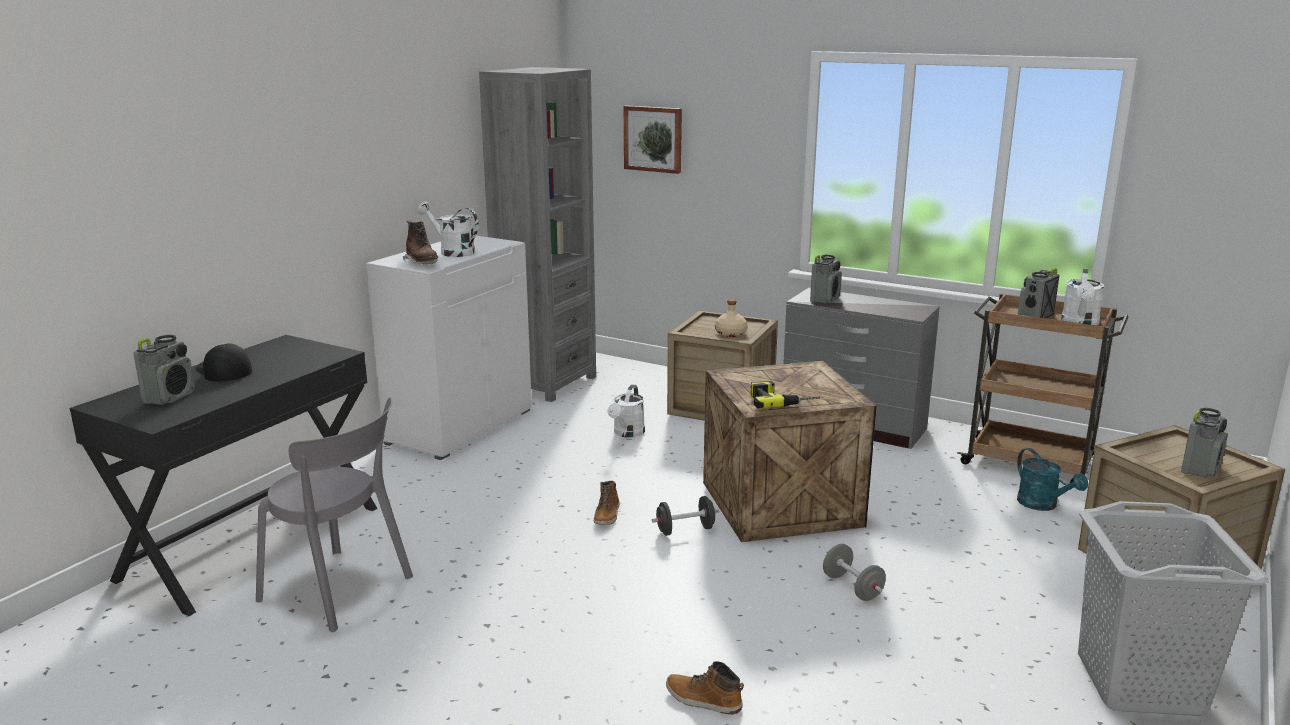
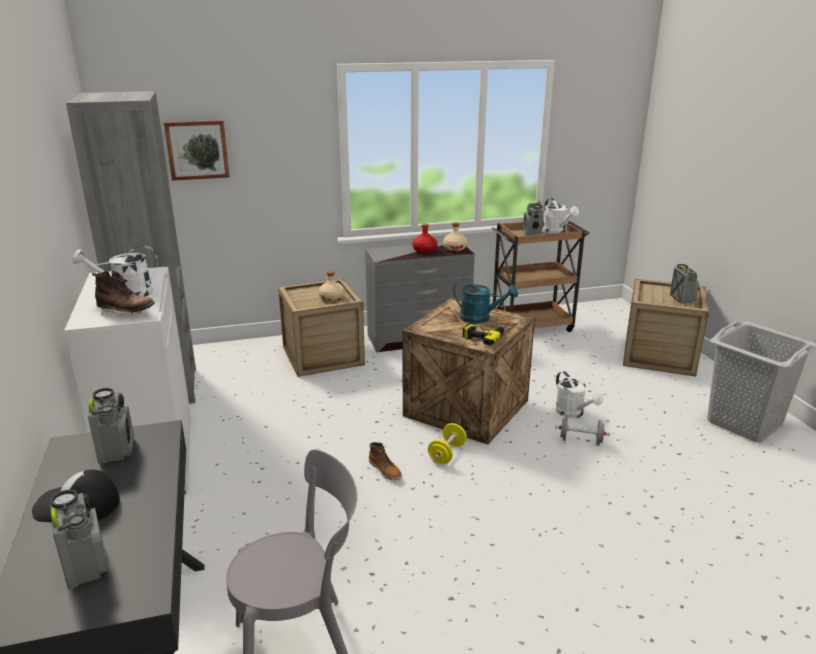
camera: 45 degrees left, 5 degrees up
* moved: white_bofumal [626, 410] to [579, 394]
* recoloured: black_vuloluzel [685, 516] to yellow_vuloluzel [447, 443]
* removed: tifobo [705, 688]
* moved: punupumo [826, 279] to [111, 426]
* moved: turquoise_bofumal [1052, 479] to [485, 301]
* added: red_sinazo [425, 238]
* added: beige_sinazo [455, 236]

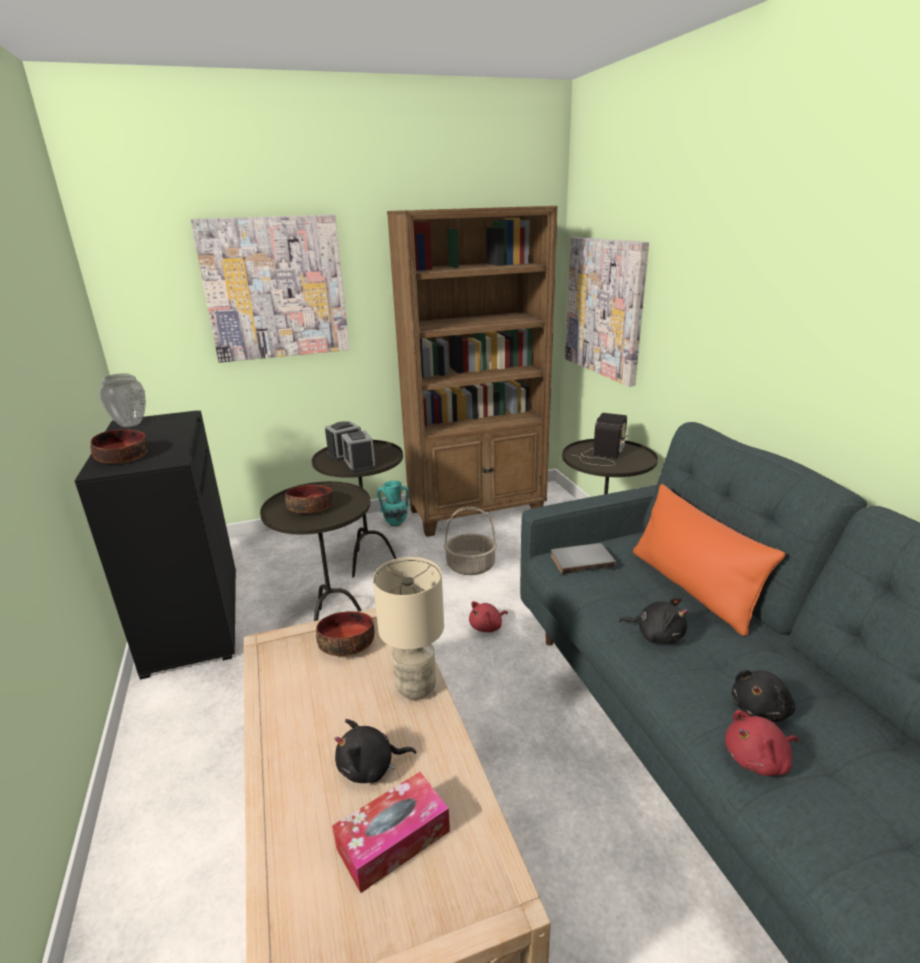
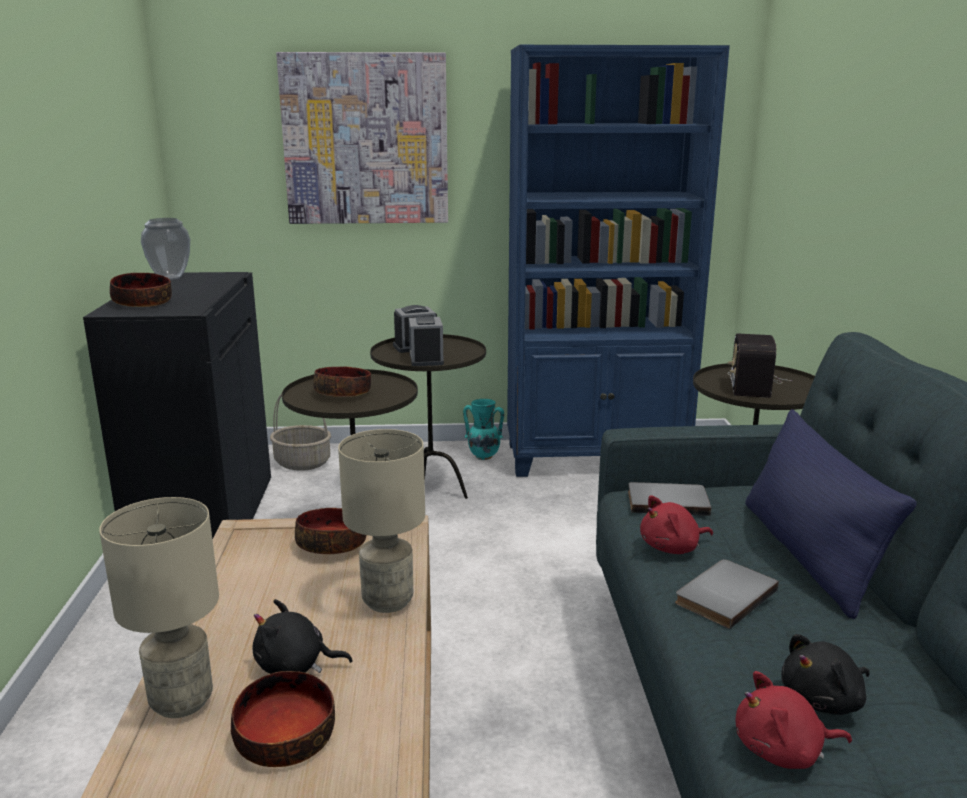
camera: 15 degrees right, 5 degrees down
* replaced: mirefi [391, 832] to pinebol [283, 719]
* recoloured: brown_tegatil [472, 371] to blue_tegatil [618, 261]
* moved: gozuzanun [470, 541] to [300, 432]
* moved: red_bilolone [488, 616] to [676, 525]
* removed: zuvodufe [607, 312]
* turned: punupumo [601, 439] = [759, 365] 150 degrees clockwise
* replaced: black_bilolone [653, 620] to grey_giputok [727, 594]
* recoloured: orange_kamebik [709, 560] to blue_kamebik [831, 514]
* added: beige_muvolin [159, 607]

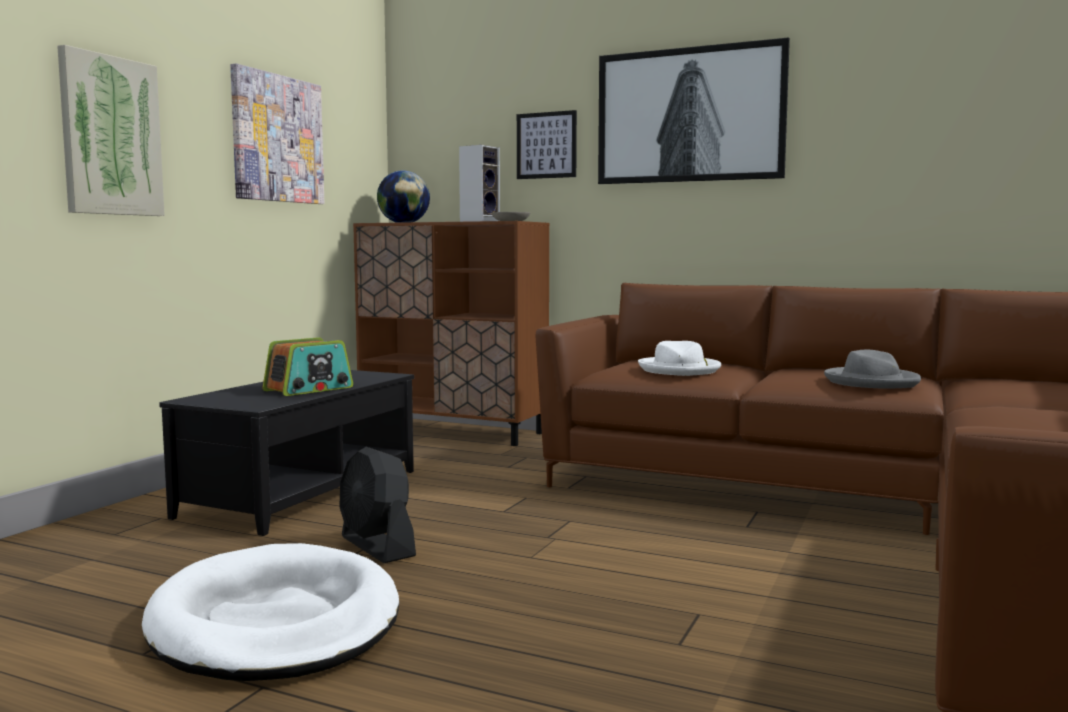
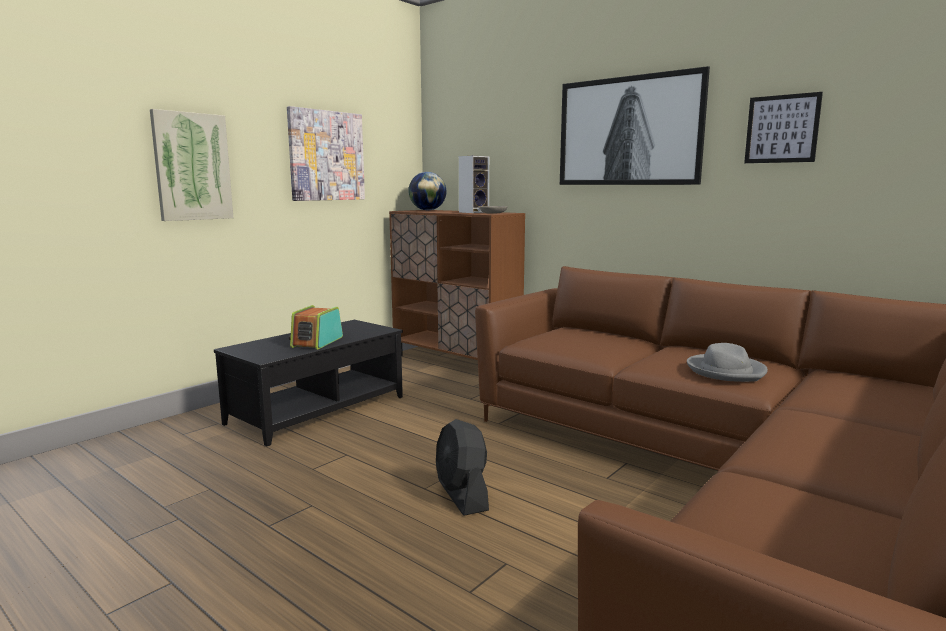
camera: 15 degrees right, 5 degrees up
* removed: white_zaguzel [270, 612]
* turned: punupumo [307, 366] = [316, 327] 135 degrees clockwise
* moved: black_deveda [377, 505] to [462, 467]
* moved: zuvodufe [547, 144] to [783, 127]
* removed: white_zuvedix [679, 358]

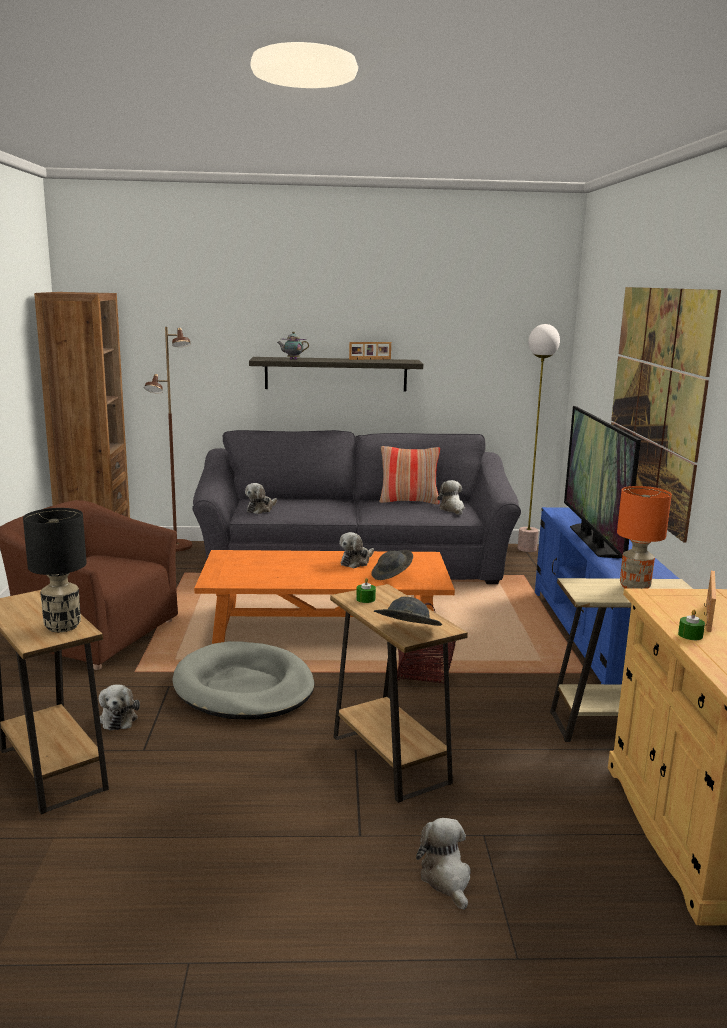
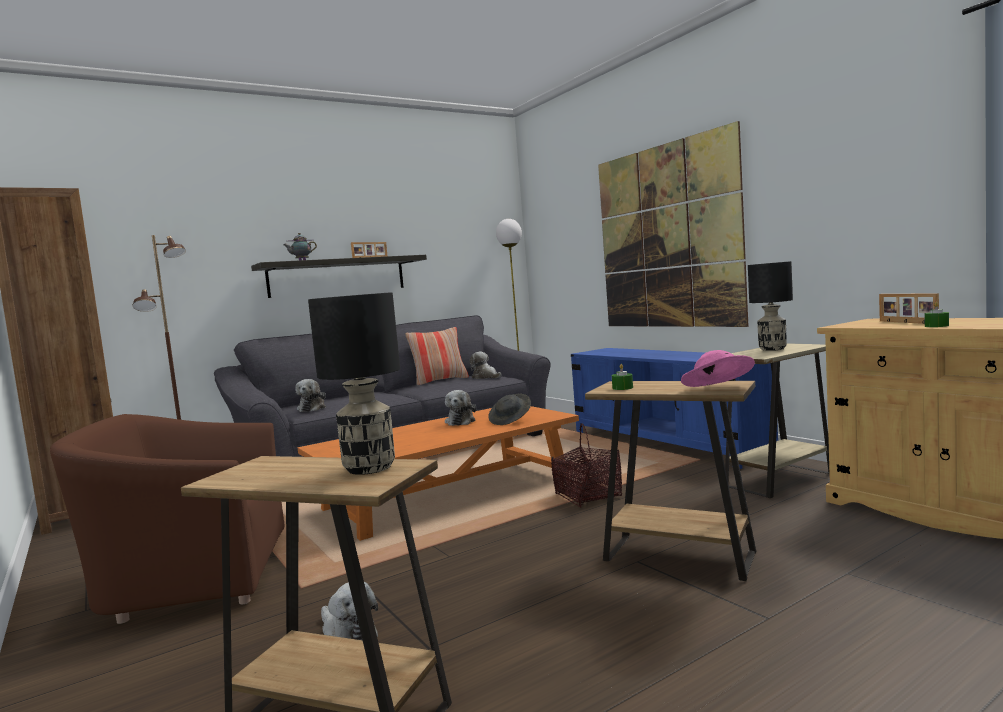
camera: 30 degrees left, 10 degrees down
* removed: grey_zaguzel [244, 680]
* recoloured: grey_zuvedix [408, 611] to pink_zuvedix [718, 368]
* removed: bilolone [443, 864]
* removed: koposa [602, 482]
* recoloured: orange_muvolin [644, 537] to black_muvolin [770, 306]

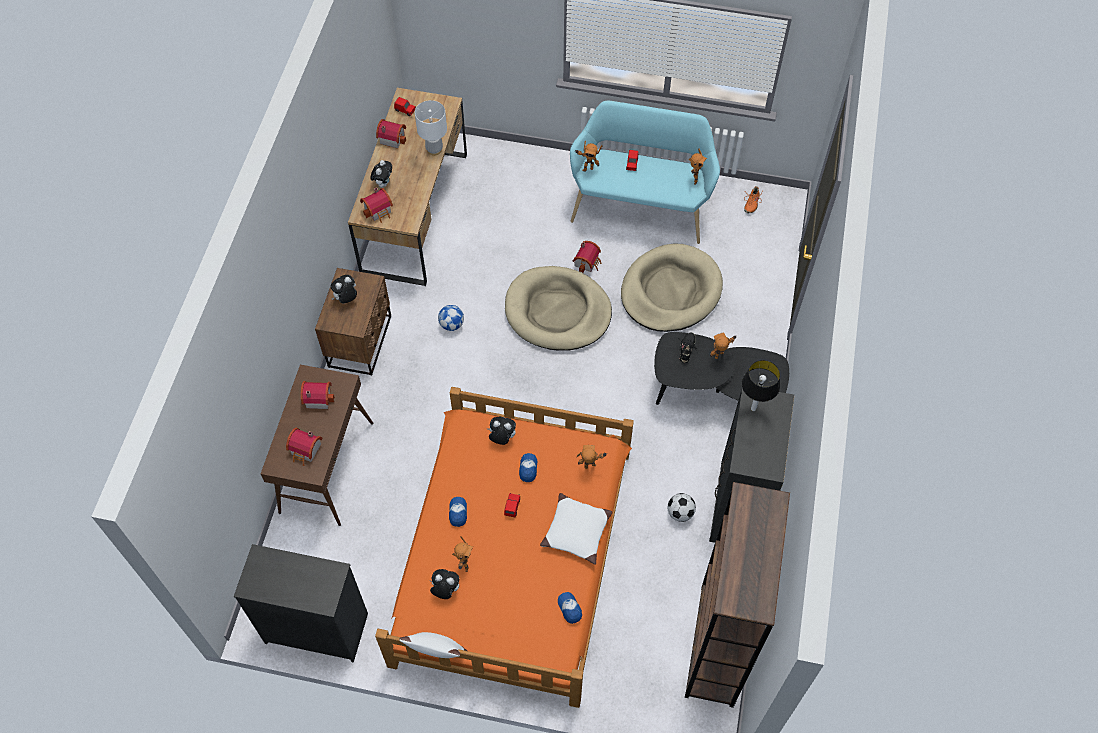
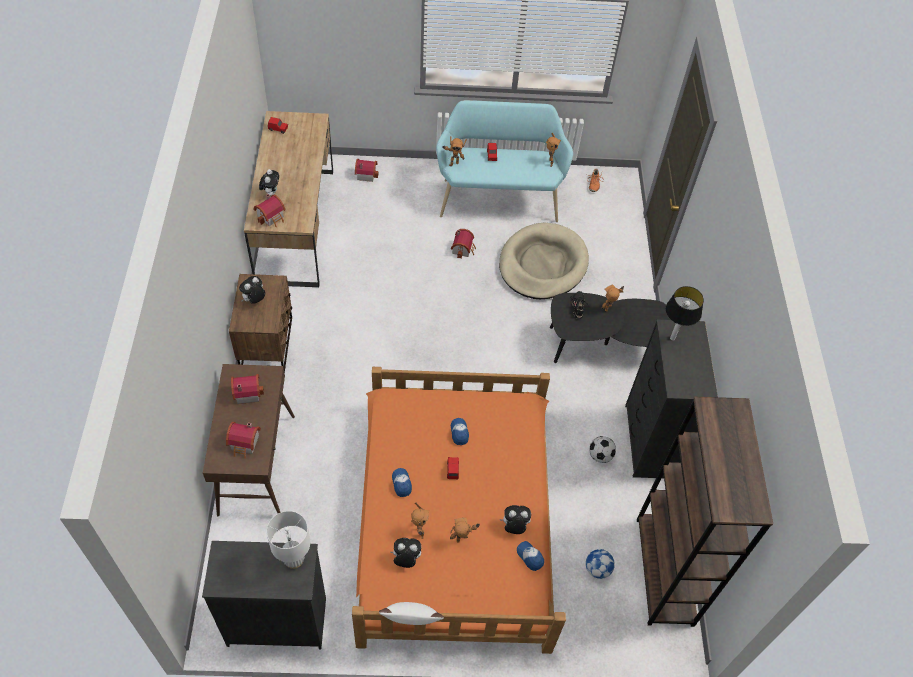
camera: 15 degrees left, 5 degrees down
* moved: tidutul [391, 133] to [366, 170]
* moved: white_muvolin [431, 128] to [288, 540]
* moved: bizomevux [451, 318] to [600, 564]
* moved: bilolone [501, 431] to [515, 519]
* removed: beige_zaguzel [558, 308]
* removed: white_kamebik [576, 529]
* moved: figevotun [591, 457] to [465, 530]

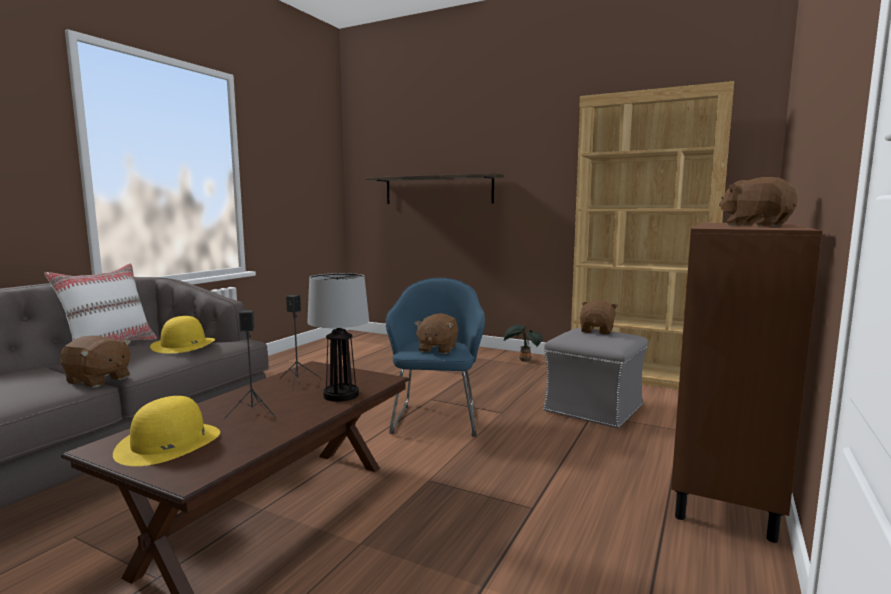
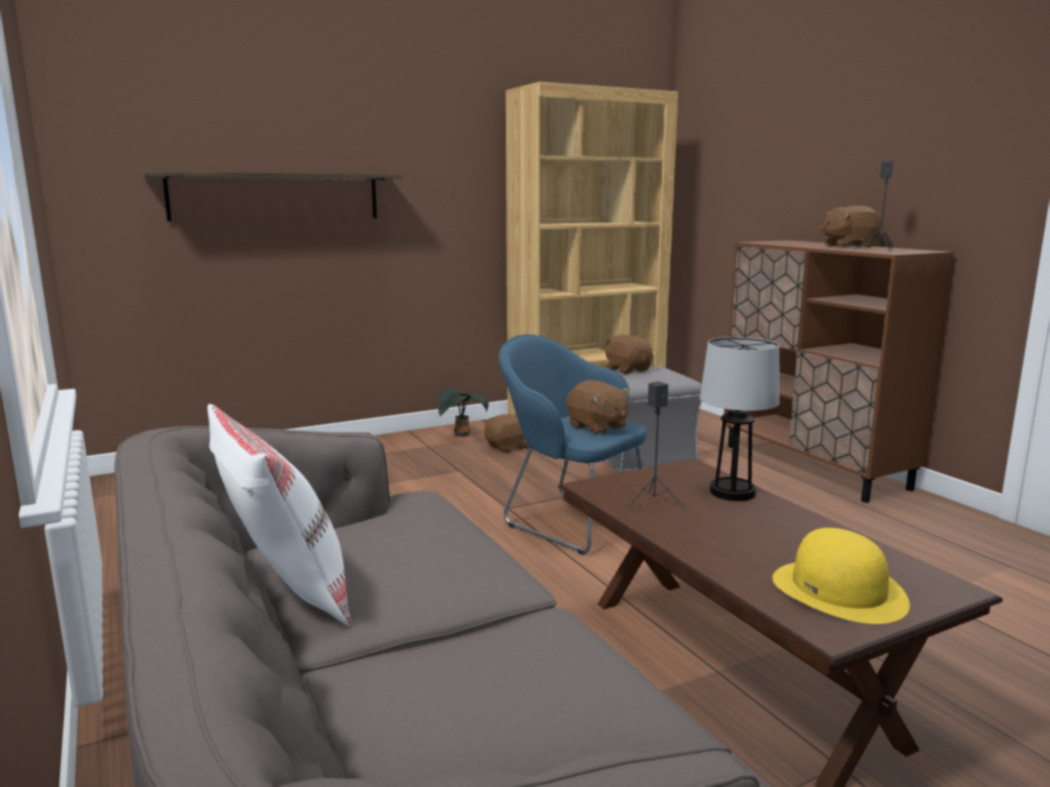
camera: 55 degrees left, 5 degrees up
* moved: brown_bilolone [95, 361] to [506, 433]
* removed: yellow_zuvedix [182, 334]
* moved: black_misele [249, 365] to [873, 206]

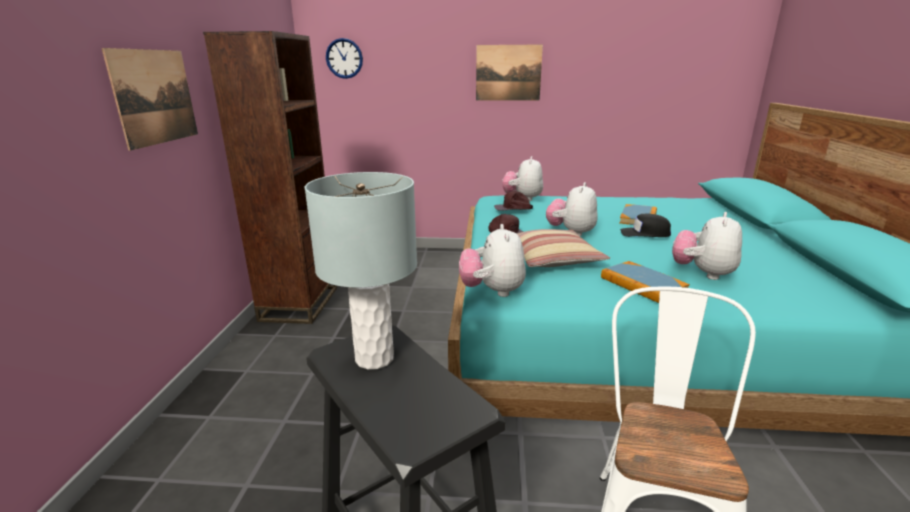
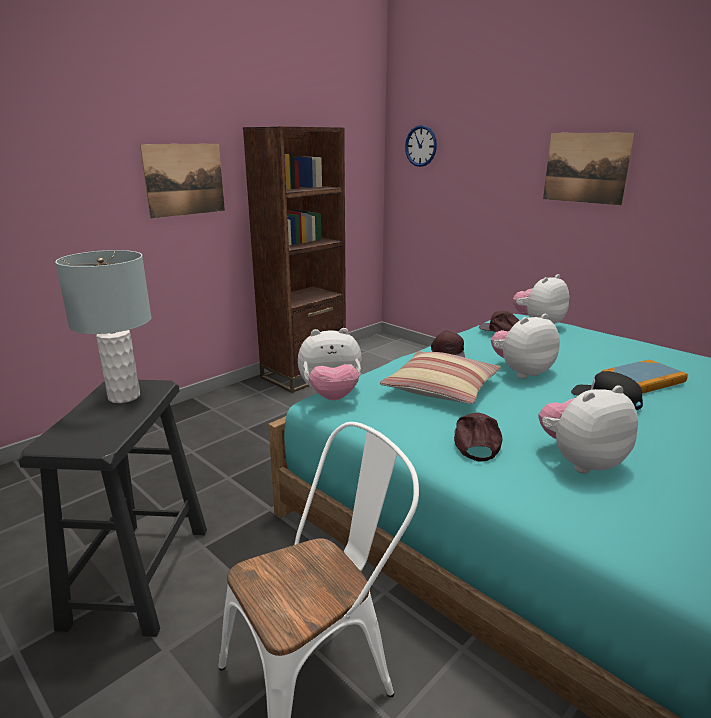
camera: 40 degrees right, 0 degrees up
* turned: bilolone [492, 260] = [330, 364] 135 degrees counterclockwise
* replaced: giputok [645, 282] to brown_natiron [478, 437]

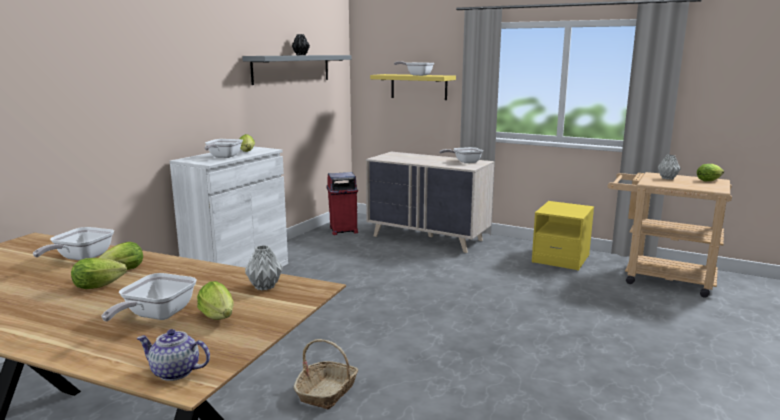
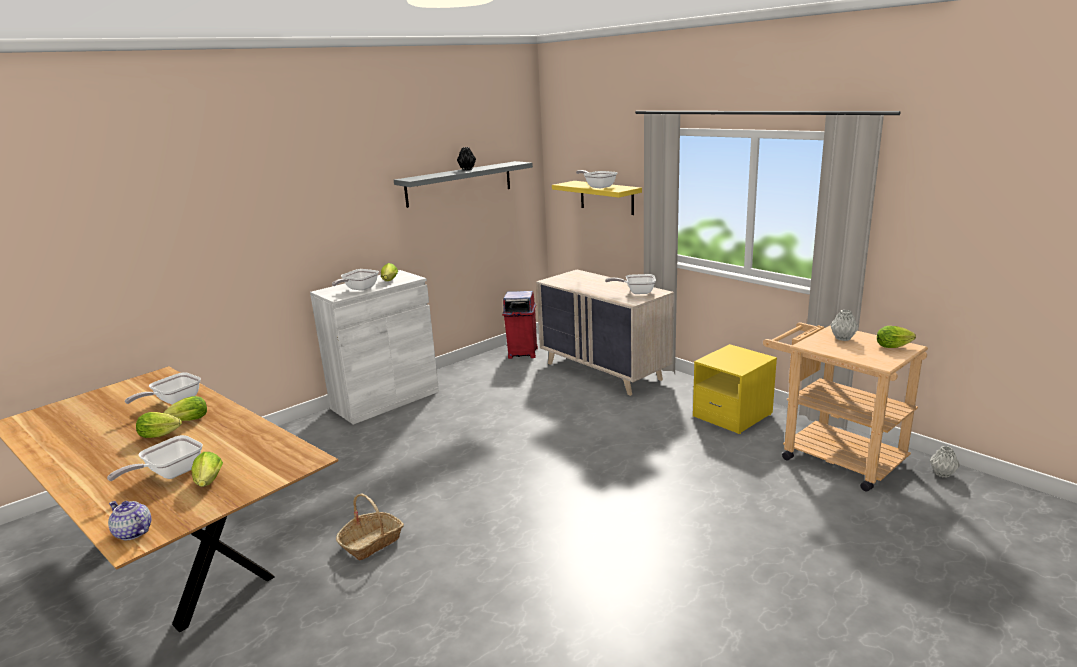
camera: 20 degrees right, 5 degrees up
* moved: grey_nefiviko [264, 267] to [945, 462]

